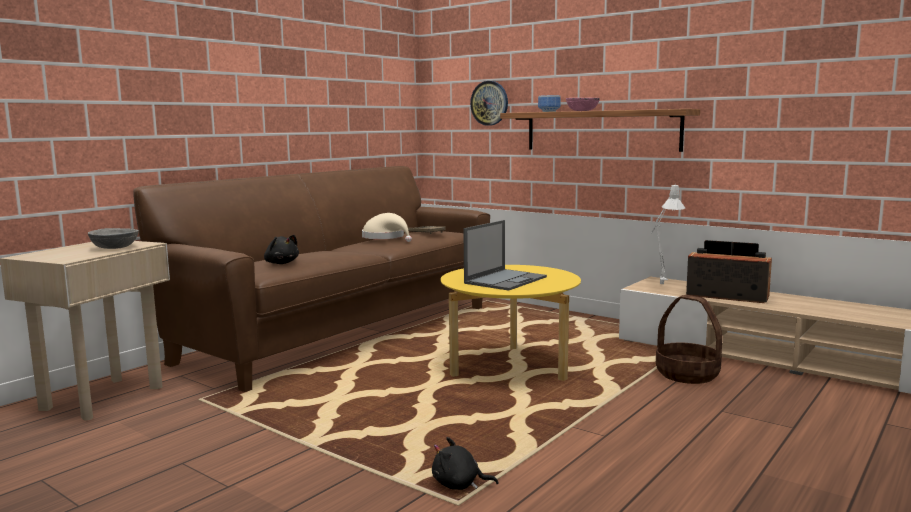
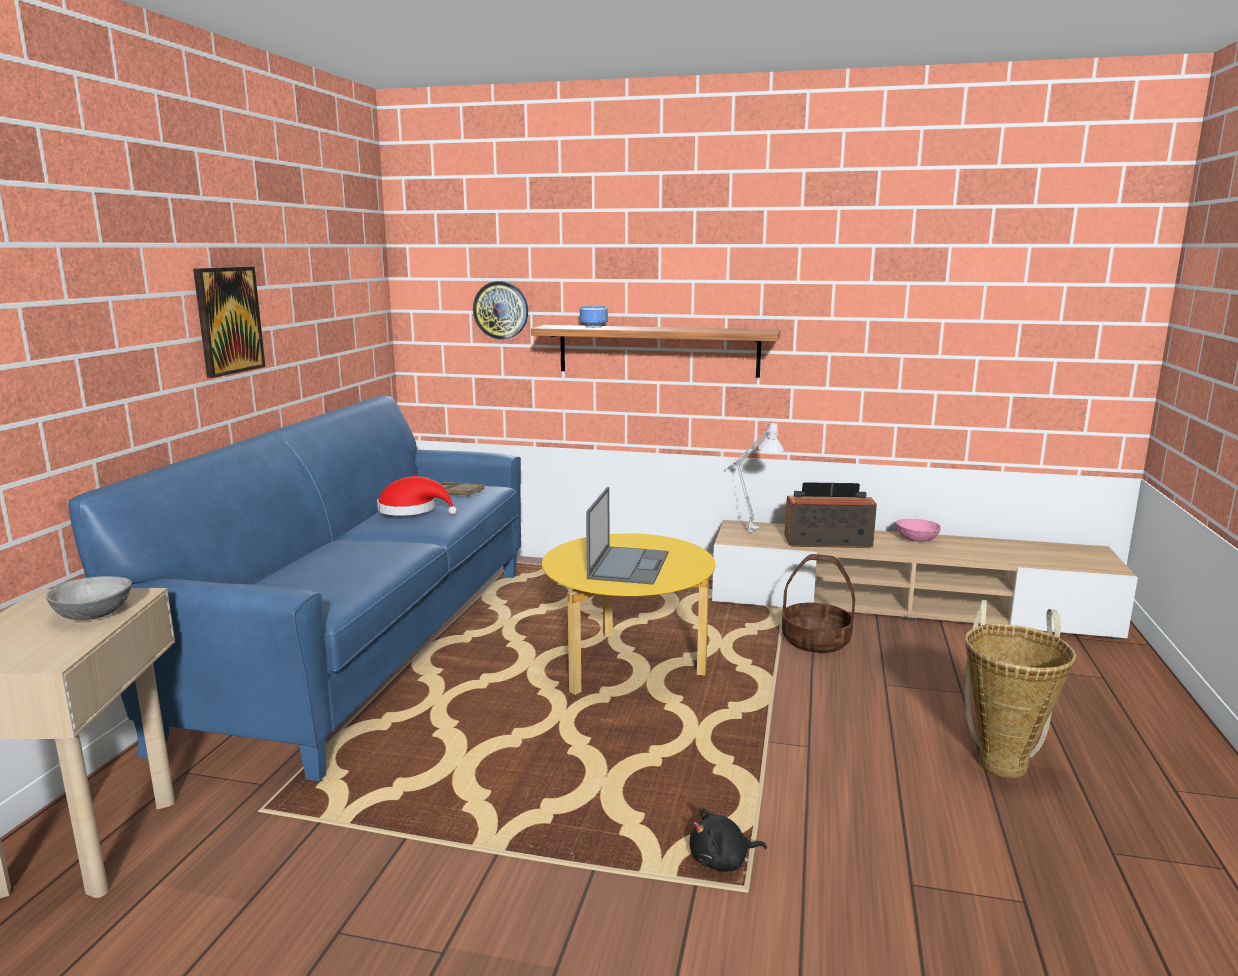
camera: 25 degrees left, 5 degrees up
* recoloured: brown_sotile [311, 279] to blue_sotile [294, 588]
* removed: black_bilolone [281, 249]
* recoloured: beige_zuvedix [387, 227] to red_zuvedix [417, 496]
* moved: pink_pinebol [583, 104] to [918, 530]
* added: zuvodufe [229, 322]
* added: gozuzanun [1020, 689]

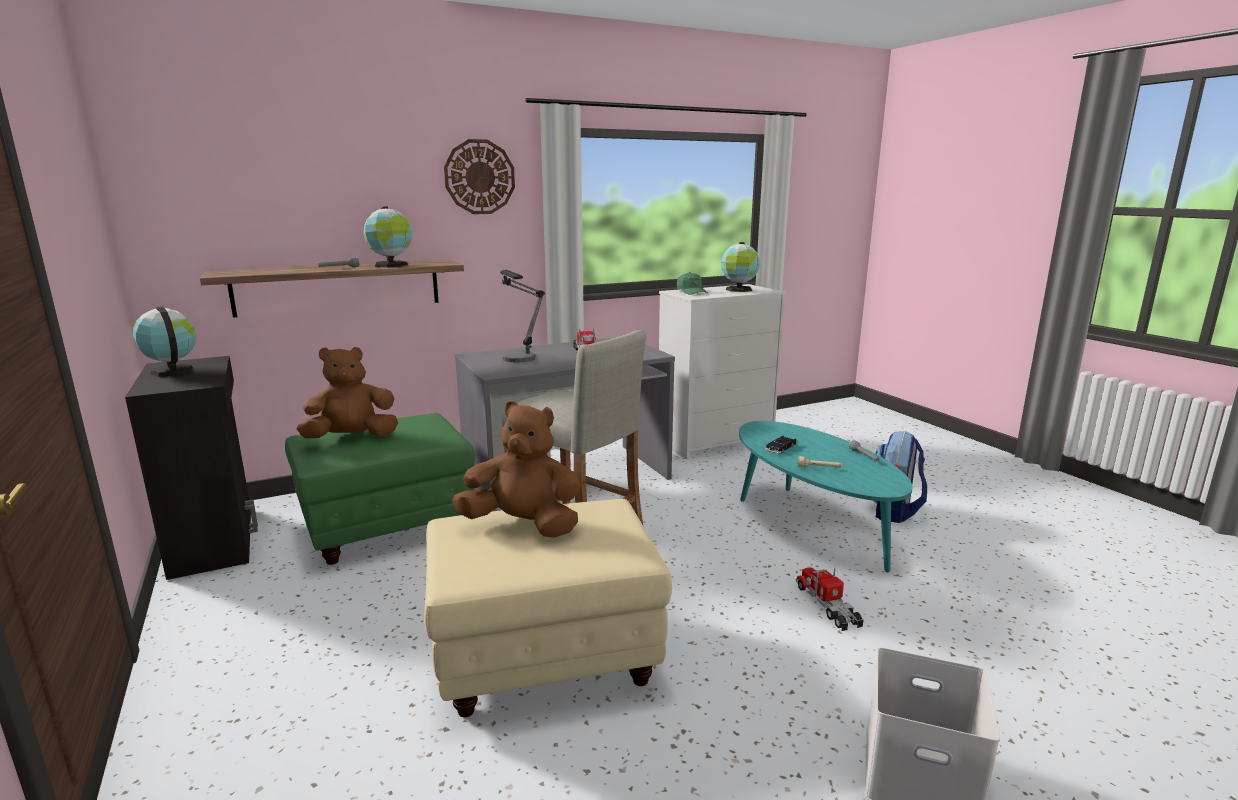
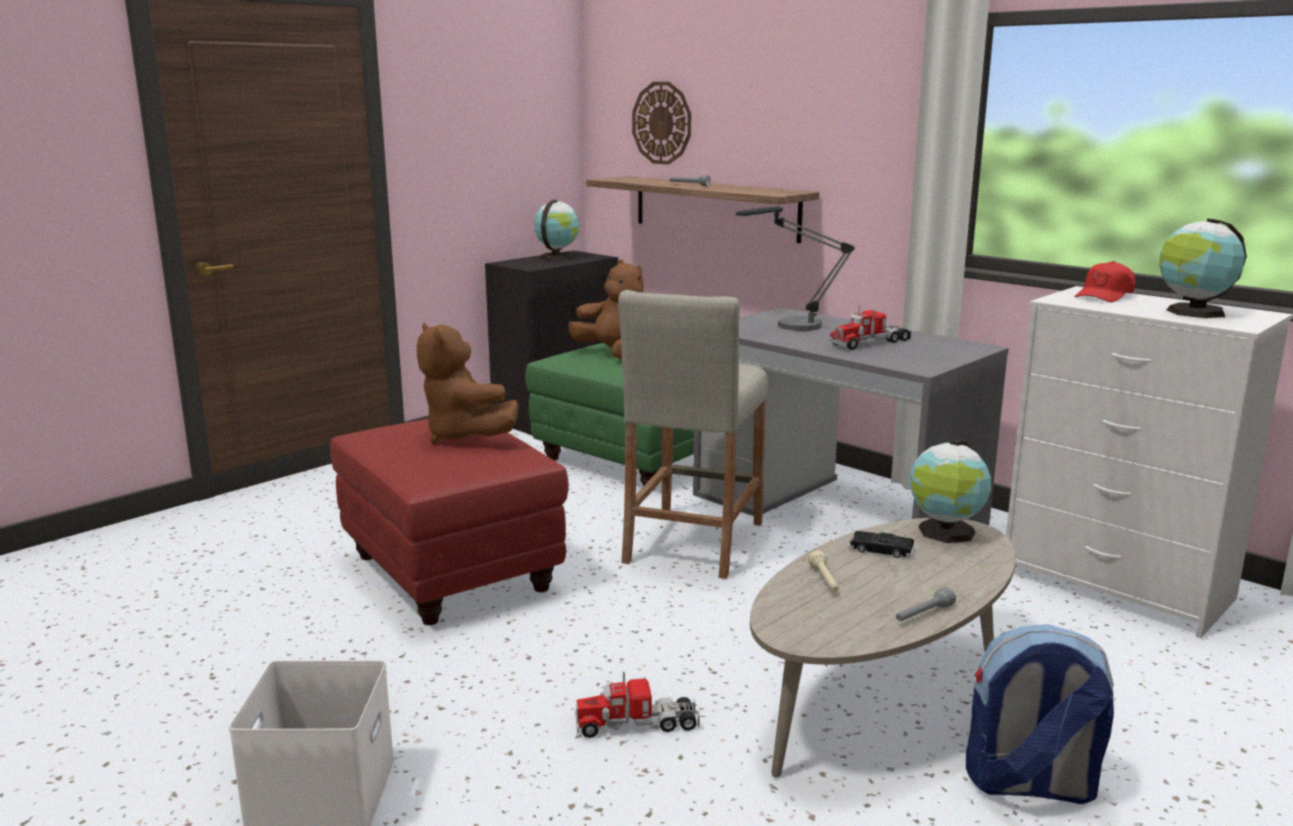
camera: 70 degrees right, 0 degrees up
* moved: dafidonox [388, 237] to [950, 491]
* recoloured: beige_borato [548, 608] to red_borato [449, 522]
* moved: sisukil [479, 176] to [661, 123]
* turned: brown_bilolone [516, 469] = [468, 383] 150 degrees clockwise
* recoloured: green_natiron [692, 283] to red_natiron [1104, 281]
* recoloured: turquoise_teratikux [825, 496] to beige_teratikux [883, 648]
* turned: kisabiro [830, 599] = [637, 704] 150 degrees counterclockwise

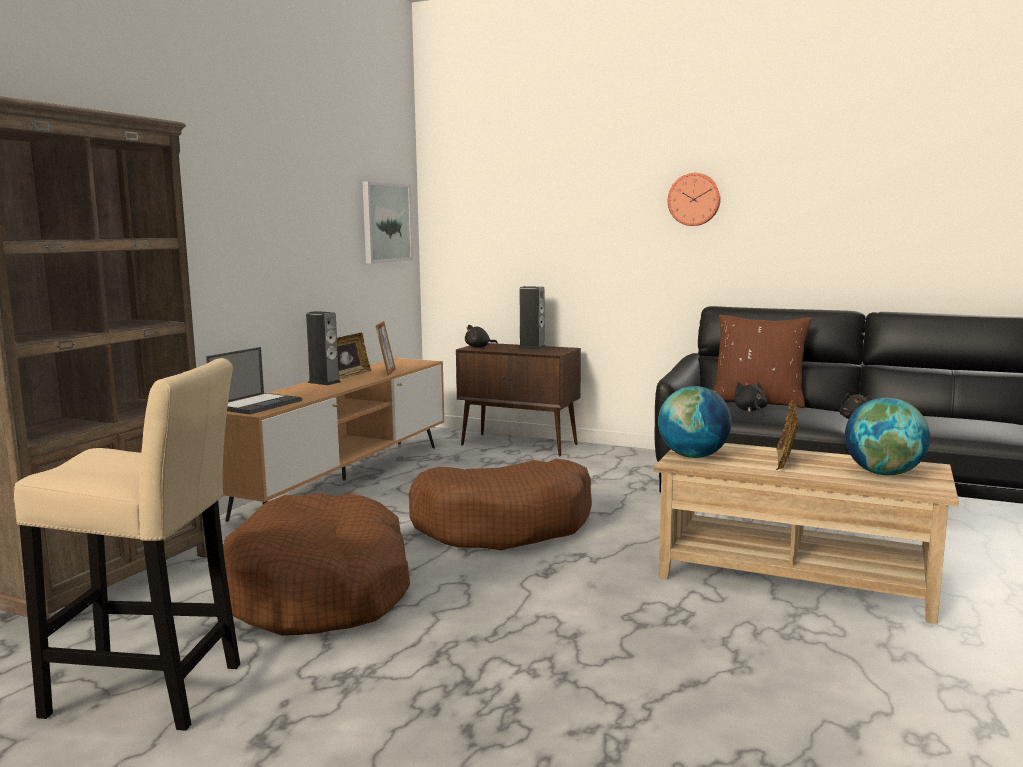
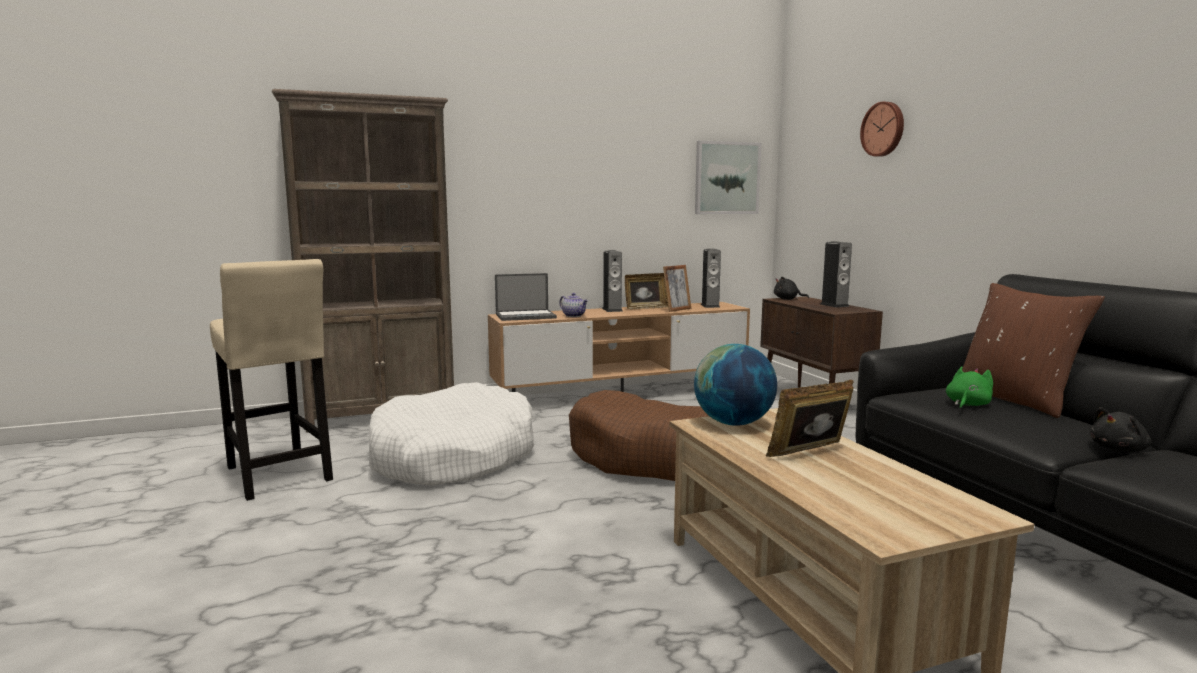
camera: 45 degrees right, 0 degrees up
* recoloured: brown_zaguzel [316, 564] to white_zaguzel [451, 434]
* moved: sisukil [694, 199] to [882, 129]
* recoloured: black_bilolone [750, 397] to green_bilolone [969, 387]
* removed: dafidonox [887, 437]
* added: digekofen [573, 305]
* added: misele [711, 278]

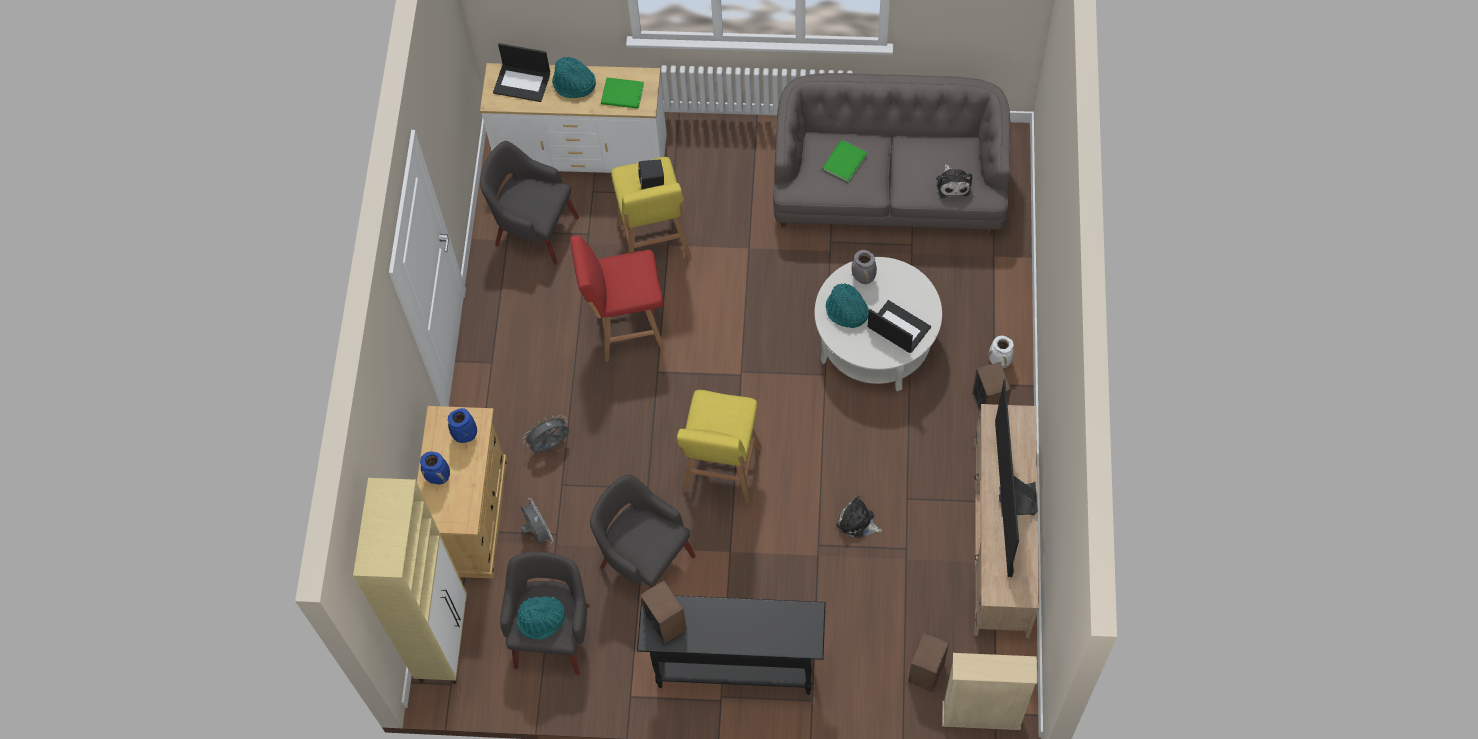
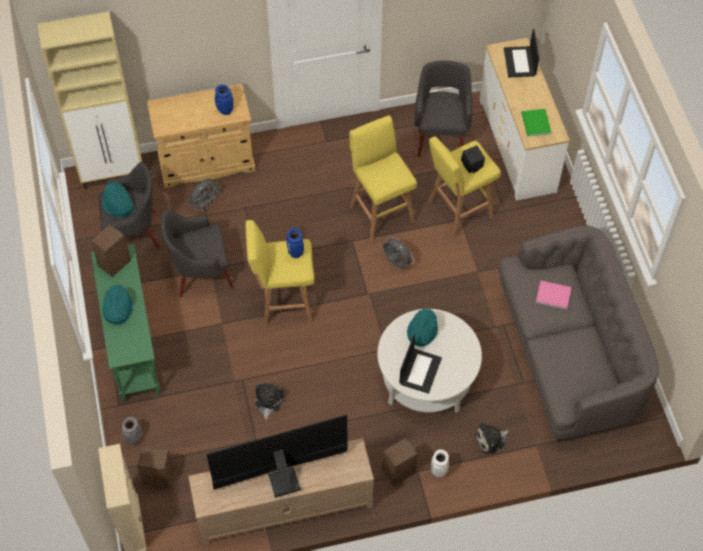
camera: 70 degrees right, 5 degrees down
* moved: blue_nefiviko [435, 468] to [295, 243]
* moved: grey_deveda [545, 433] to [399, 252]
* moved: turquoise_zuvedix [574, 77] to [117, 304]
* recoloured: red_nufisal [617, 298] to yellow_nufisal [383, 178]
* turned: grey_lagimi [643, 531] = [197, 253] 120 degrees counterclockwise
* recoloured: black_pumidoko [731, 645] to green_pumidoko [126, 323]
* recoloured: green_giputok [844, 161] to pink_giputok [554, 295]
* moved: grey_nefiviko [864, 267] to [132, 431]
* moved: bilolone [954, 181] to [492, 438]

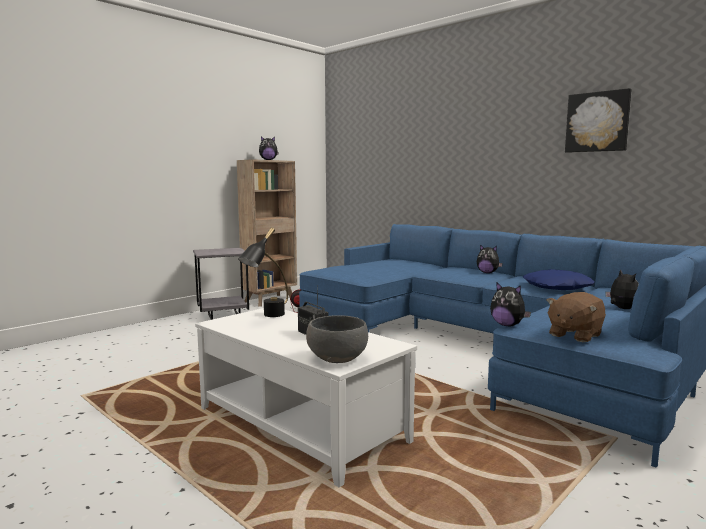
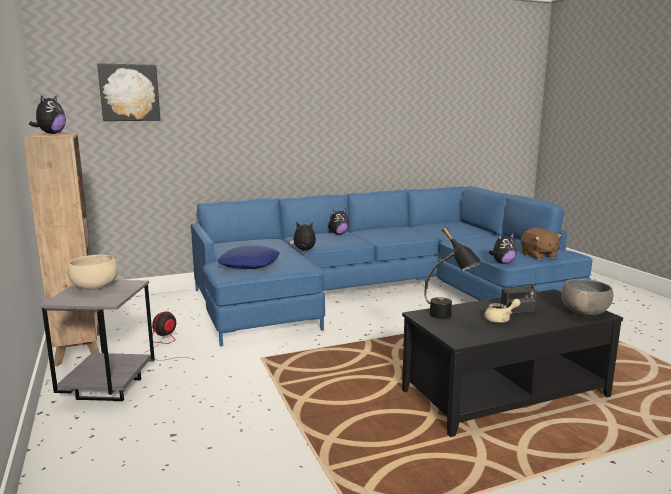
camera: 65 degrees left, 5 degrees up
* recoloured: white_teratikux [306, 397] to black_teratikux [512, 363]
* moved: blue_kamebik [559, 279] to [248, 257]
* moved: zuvodufe [598, 120] to [128, 92]
* moved: bilolone [622, 289] to [303, 236]
* added: beige_pinebol [92, 272]
* added: beige_digekofen [502, 311]

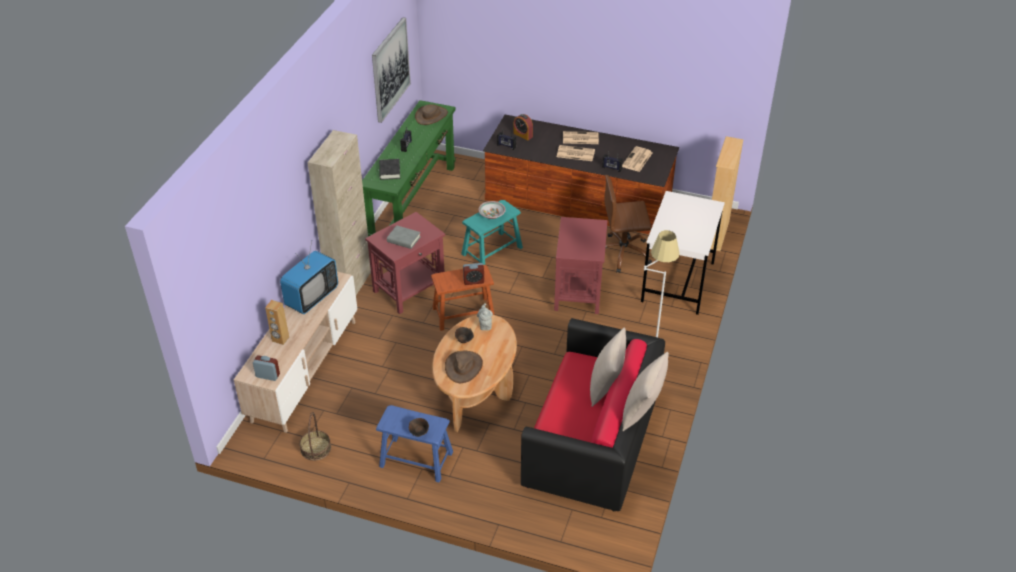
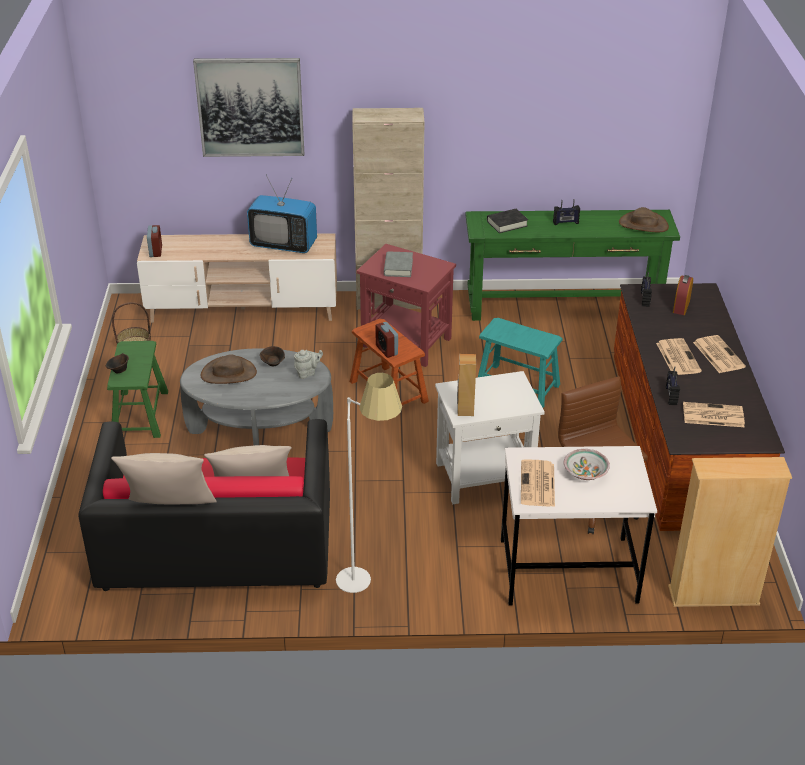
camera: 70 degrees right, 5 degrees down
* moved: brown_misele [277, 322] to [466, 385]
* moved: zuvodufe [391, 70] to [248, 107]
* recoloured: blue_nufisal [414, 443] to green_nufisal [137, 389]
* recoloured: brown_teratikux [474, 373] to grey_teratikux [256, 396]
* moved: pinebol [492, 210] to [586, 464]
* recoloured: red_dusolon [581, 265] to white_dusolon [490, 437]
* added: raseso [538, 483]

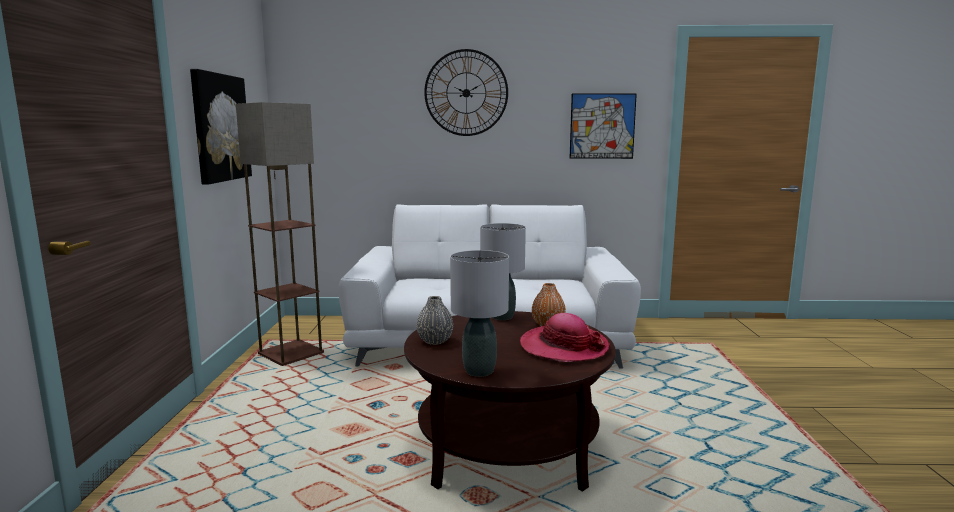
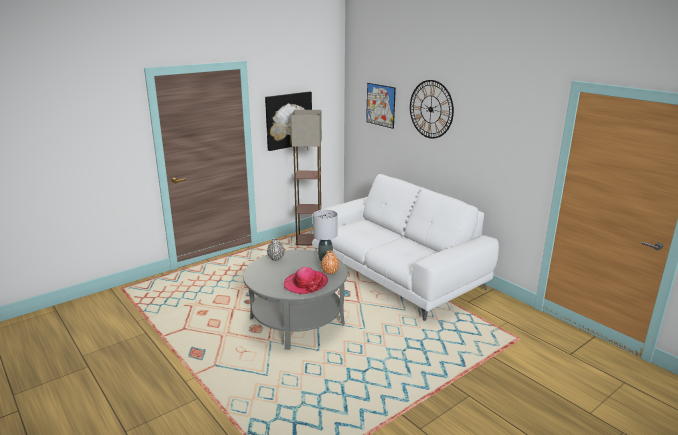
camera: 50 degrees right, 10 degrees up
* recoloured: brown_teratikux [510, 401] to grey_teratikux [295, 300]
* removed: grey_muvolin [479, 313]
* moved: zuvodufe [603, 126] to [381, 106]

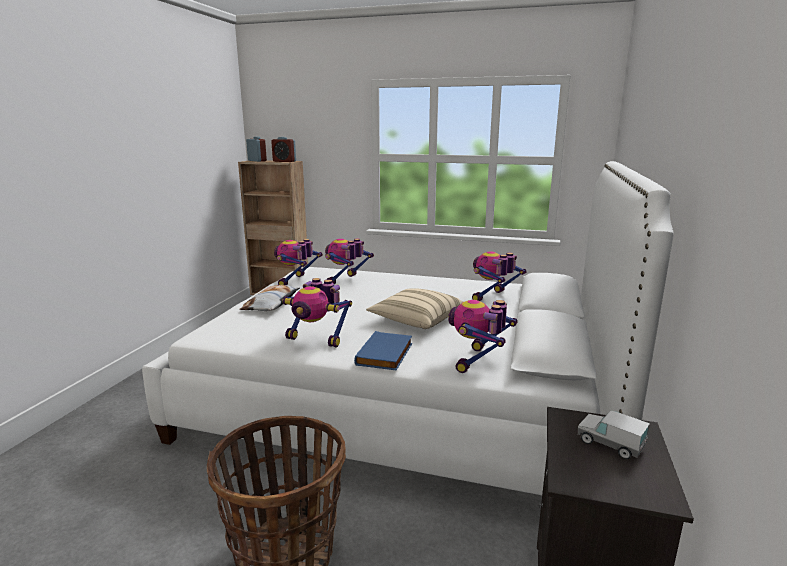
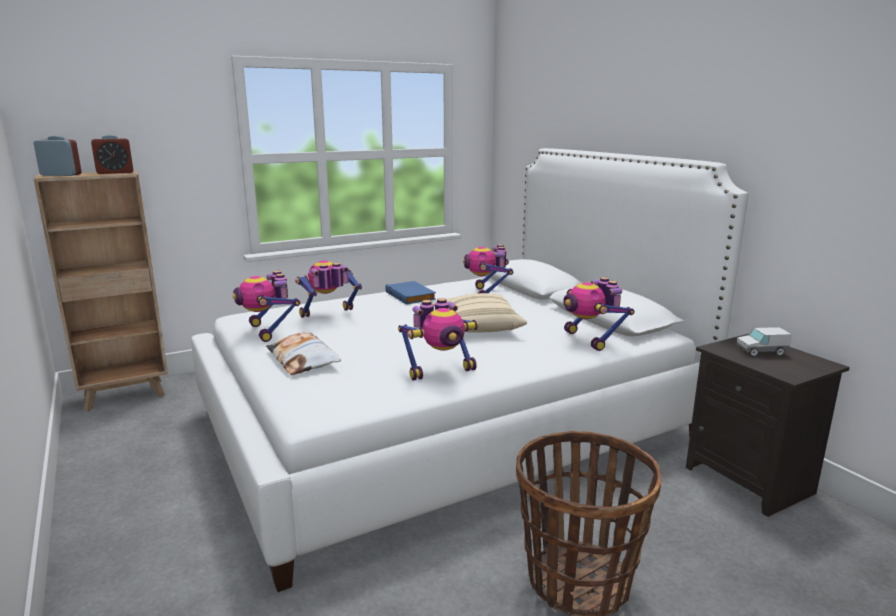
camera: 45 degrees left, 0 degrees up
* turned: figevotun [349, 261] = [328, 289] 75 degrees clockwise
* moved: blue_giputok [383, 350] to [410, 293]

